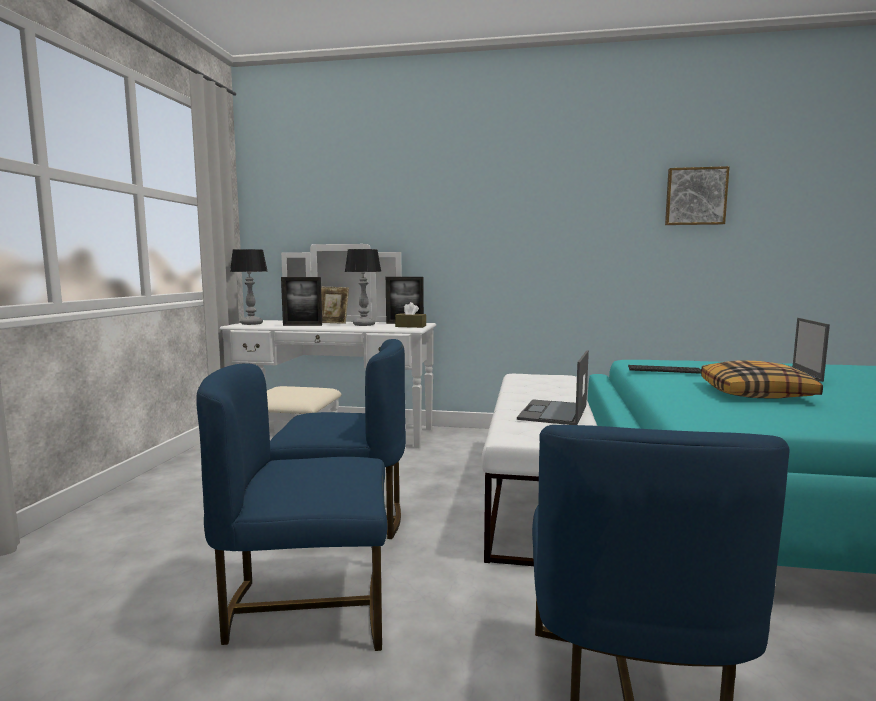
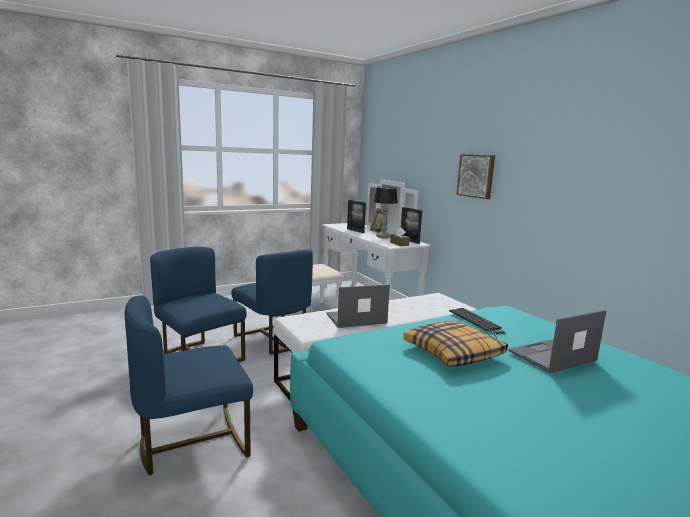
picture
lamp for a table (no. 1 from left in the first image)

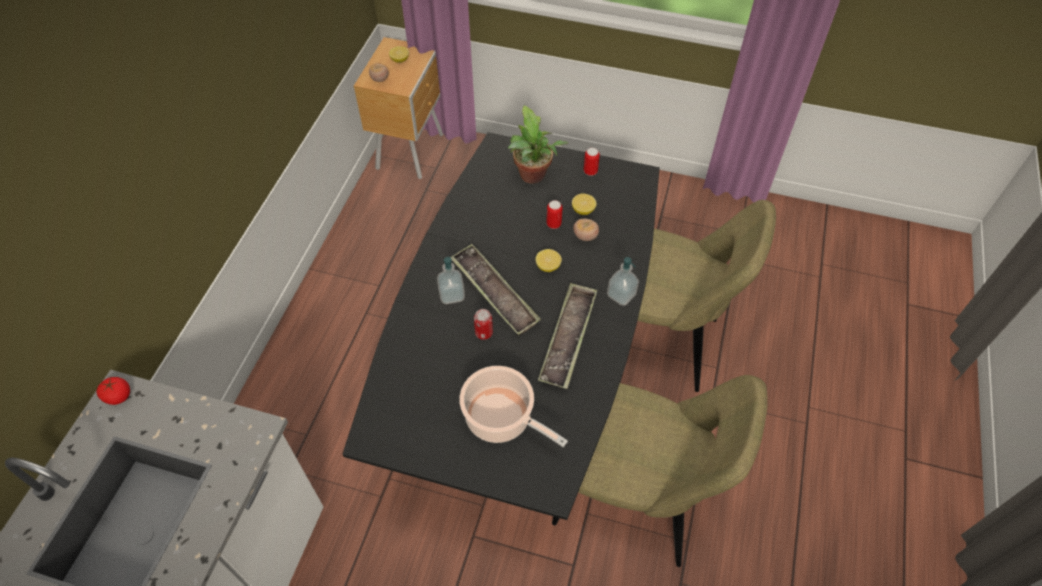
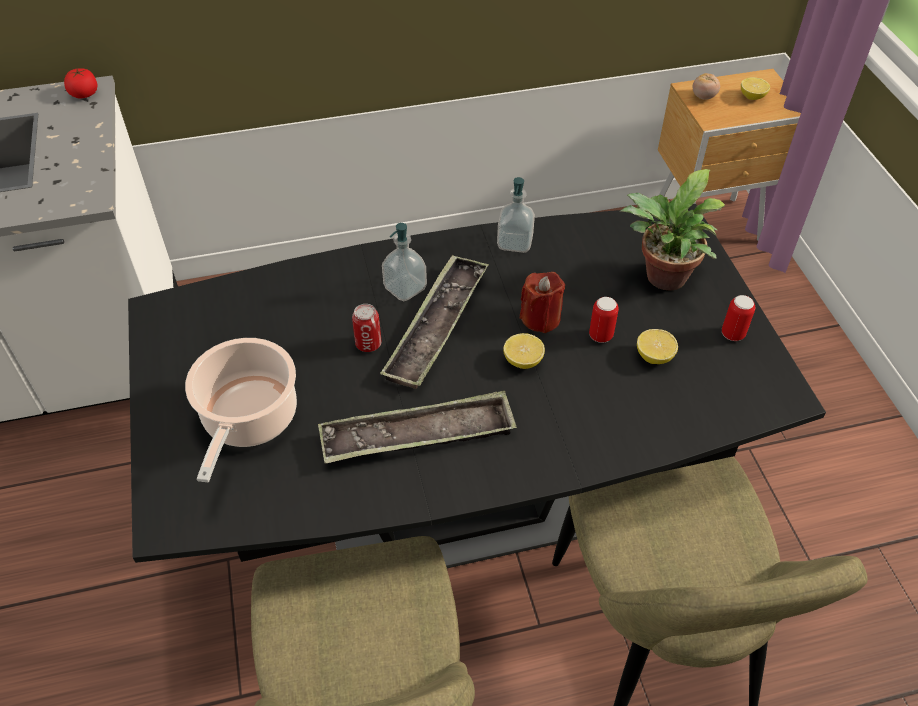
soap dispenser (no. 2 from left)
red candle
tomato (no. 3 from left in the first image)

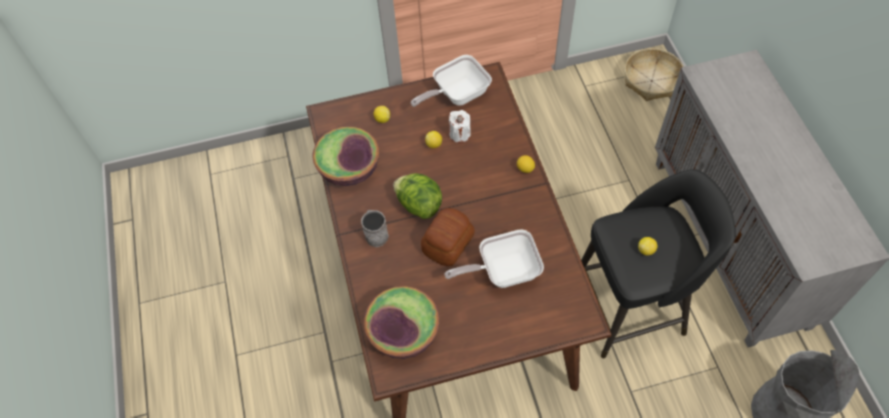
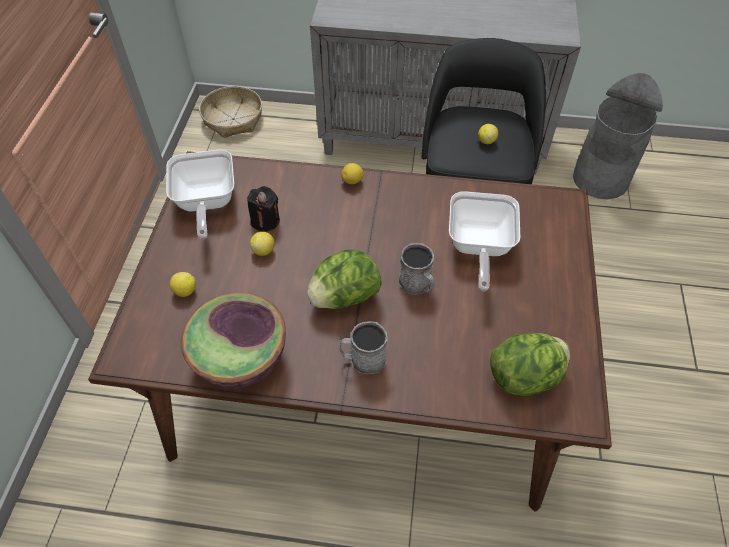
black-coloured candle
grey coffee mug (no. 2 from left)
head of lettuce (no. 2 from left)

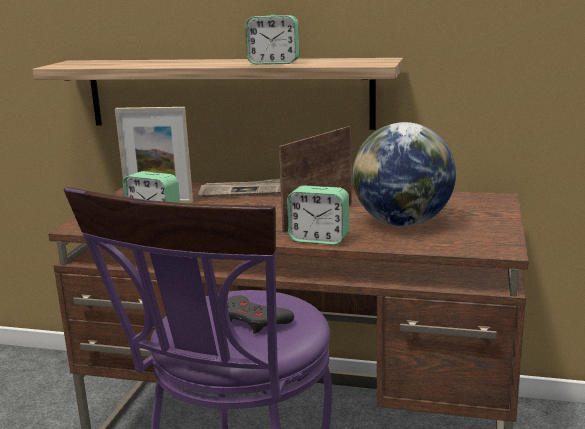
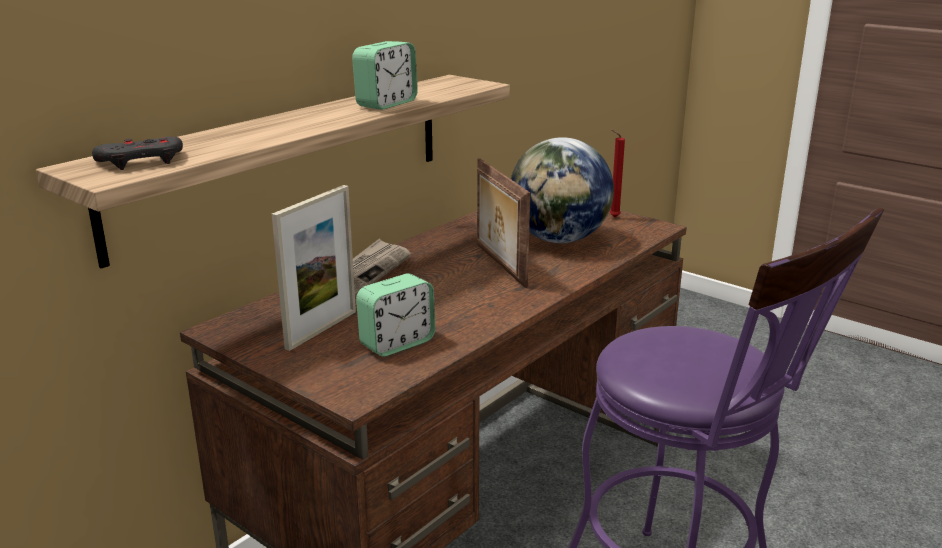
grey joypad
red candle
bedside clock (no. 3 from left in the first image)

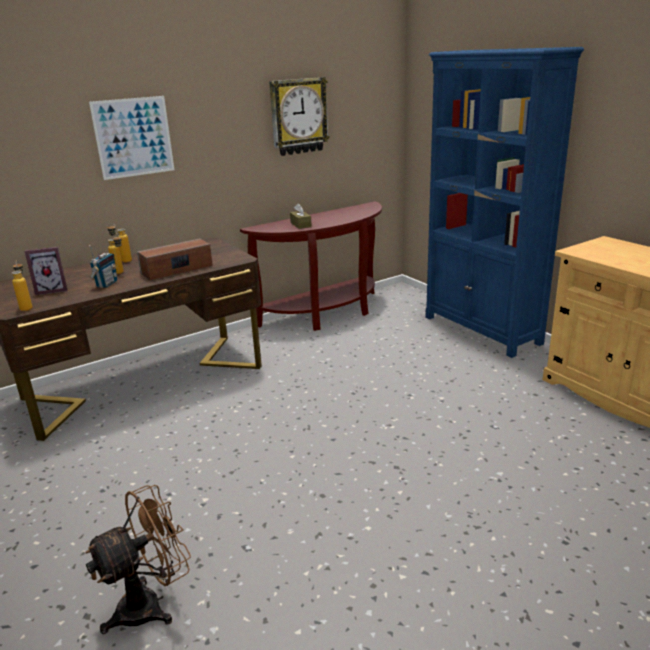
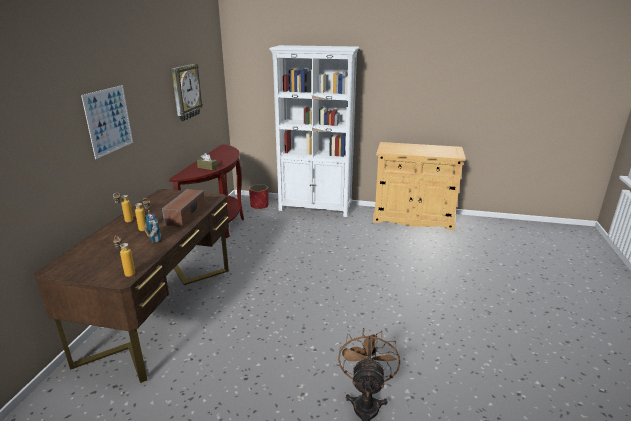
red plant pot
whitish bookcase
picture frame

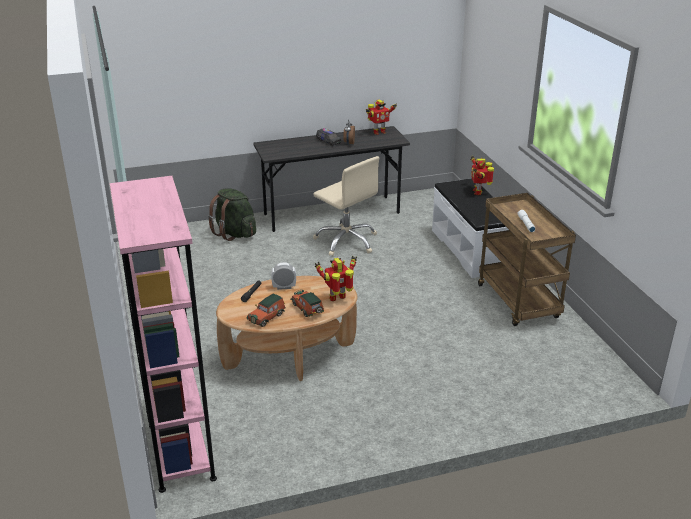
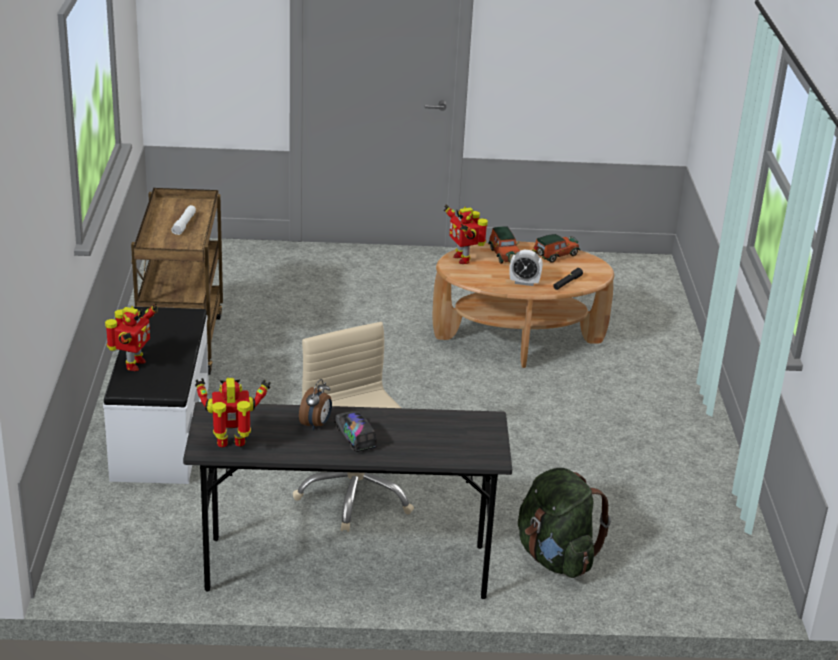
toy robot (no. 3 from left)
pinkish bookcase

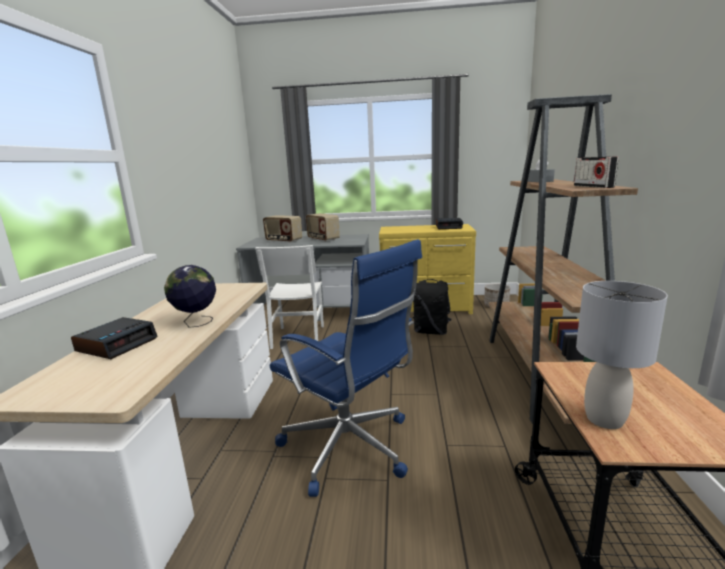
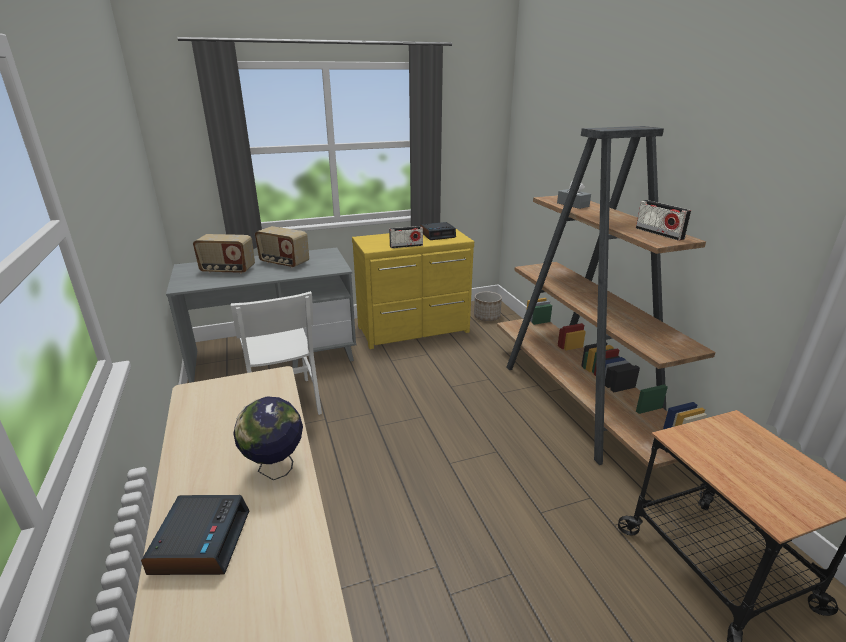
radio set (no. 3 from left)
blue-coloured office chair
black-coloured backpack
grey lamp for a table

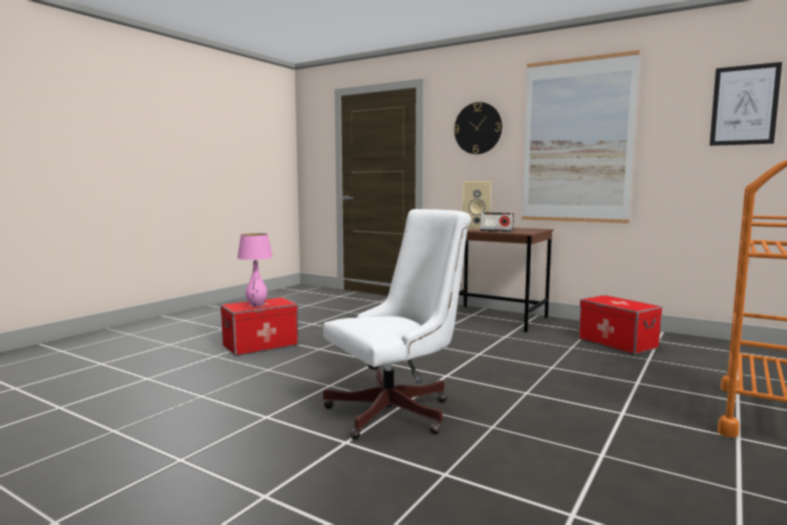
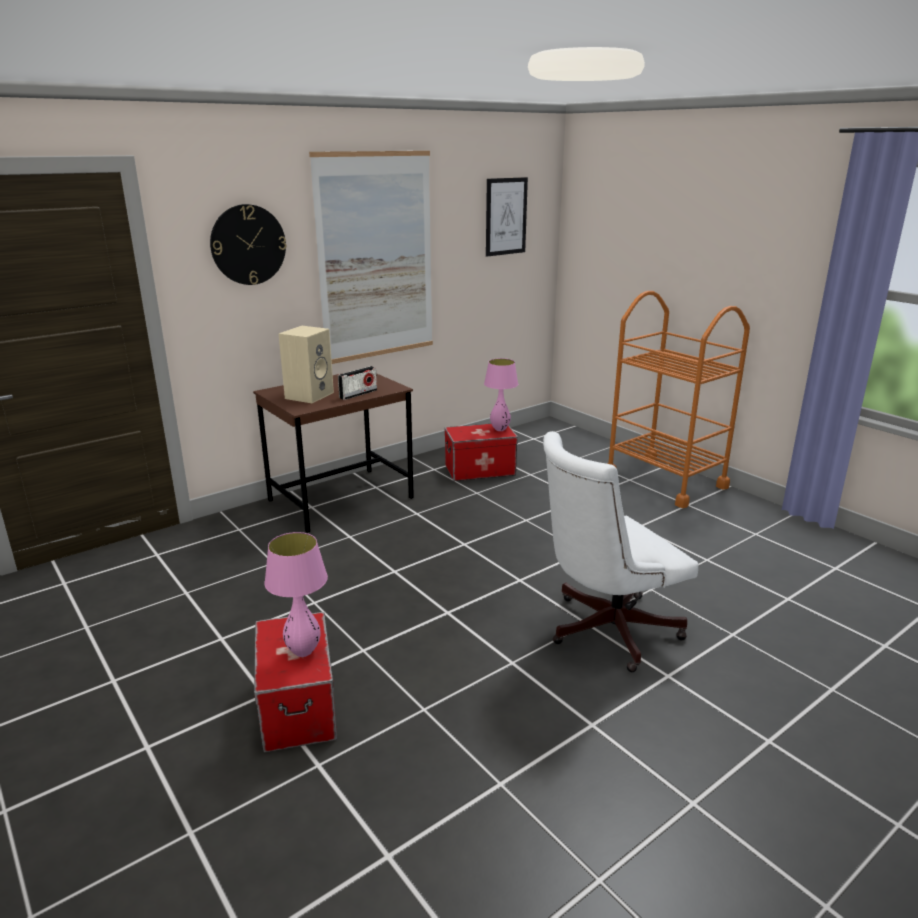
pinkish lamp for a table (no. 2 from left)
whitish office chair

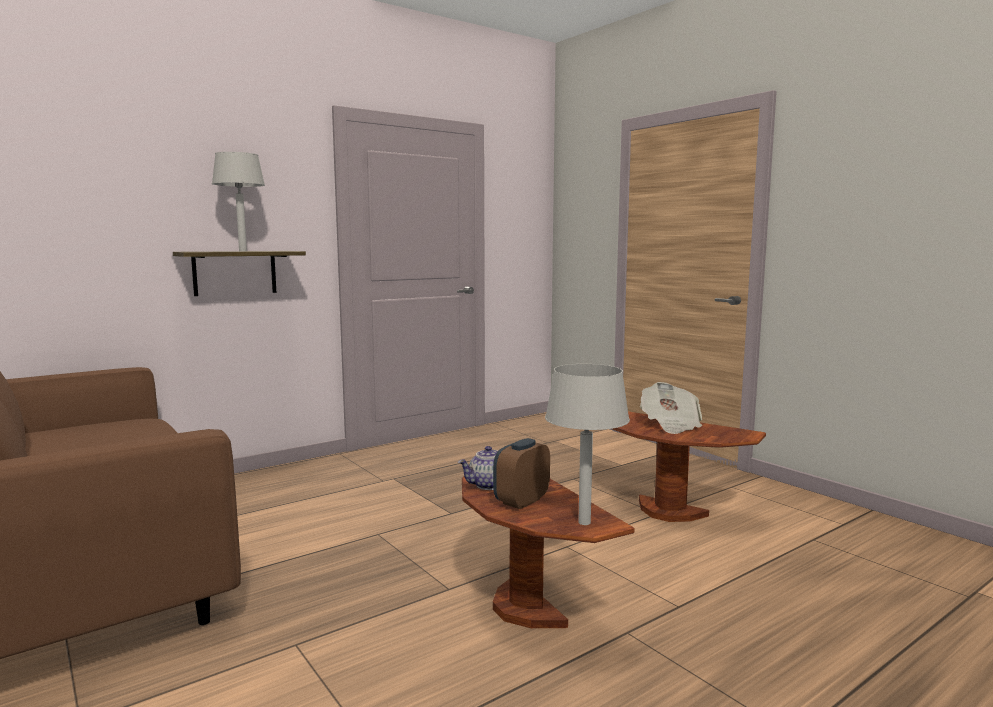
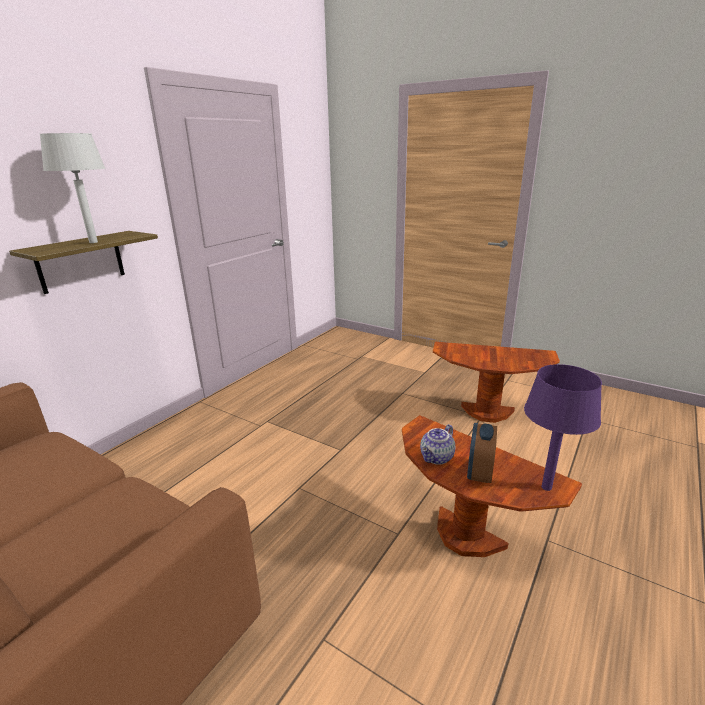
purplish lamp for a table
daily paper

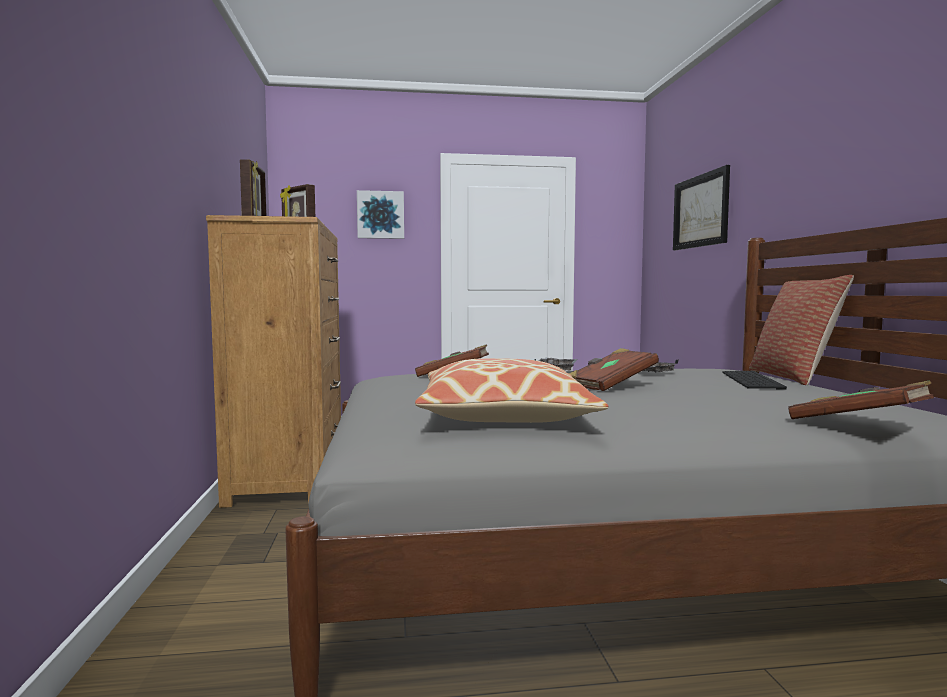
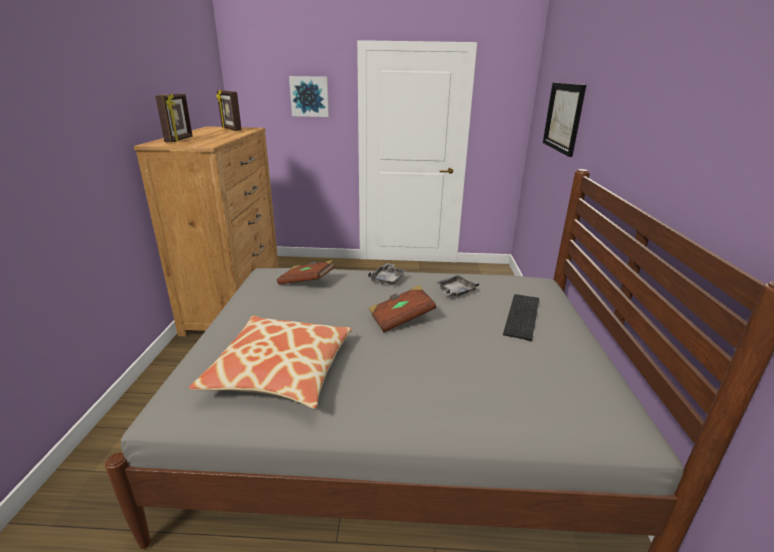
throw pillow (no. 2 from left in the first image)
brownish volume (no. 3 from left in the first image)

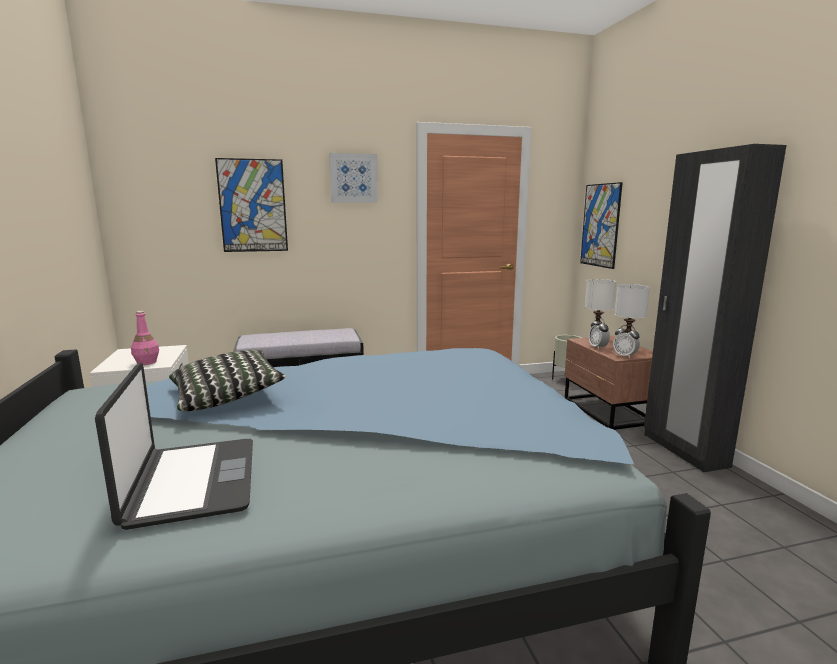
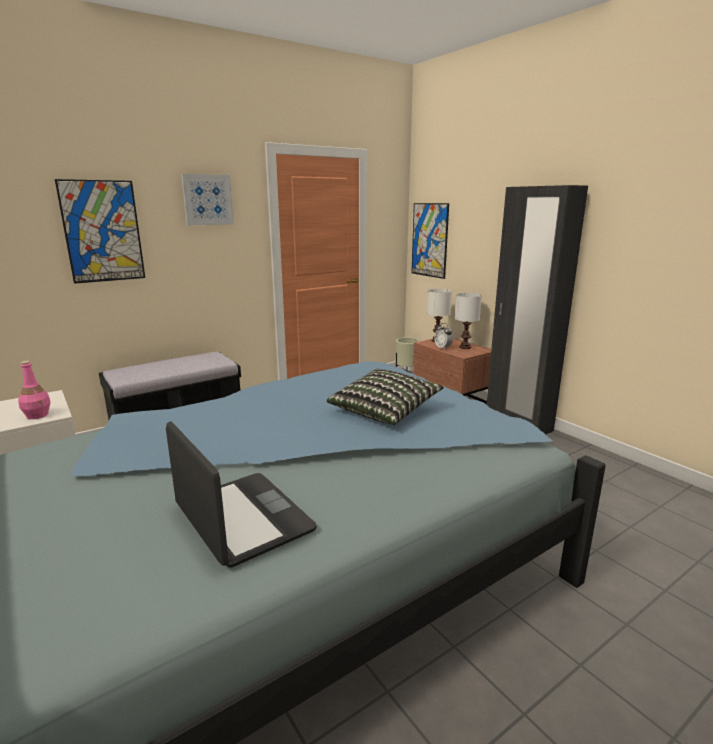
throw pillow
bedside clock (no. 2 from left in the first image)

